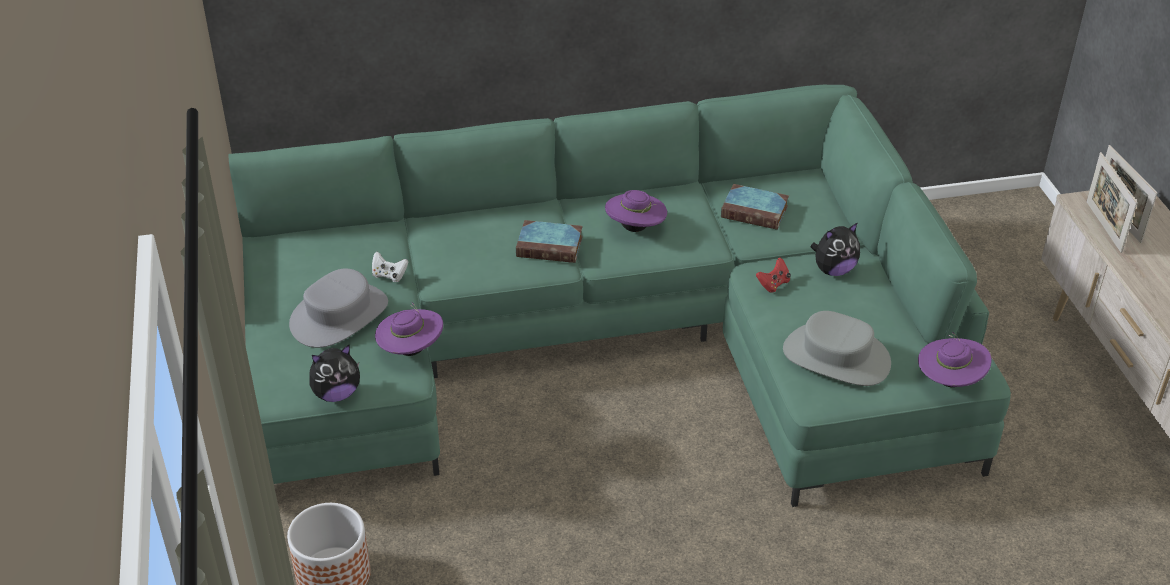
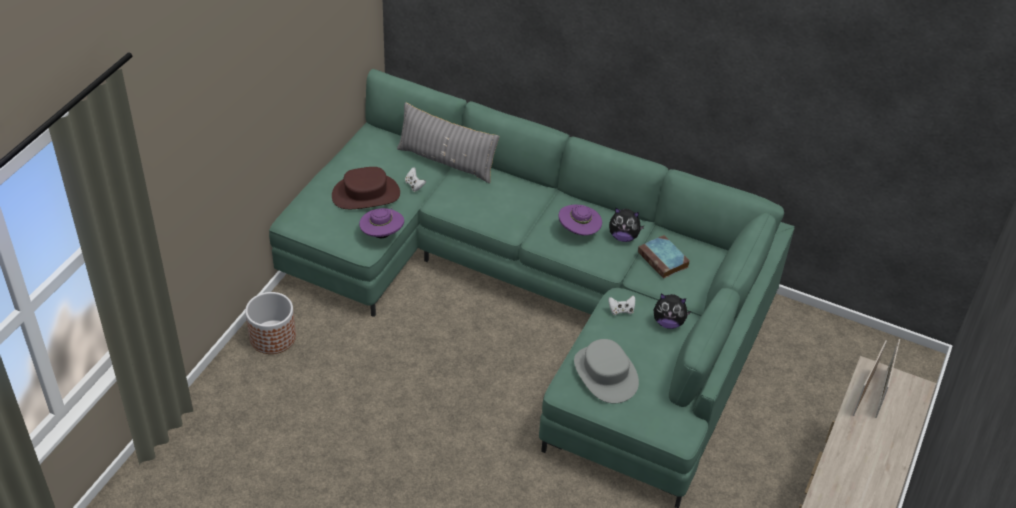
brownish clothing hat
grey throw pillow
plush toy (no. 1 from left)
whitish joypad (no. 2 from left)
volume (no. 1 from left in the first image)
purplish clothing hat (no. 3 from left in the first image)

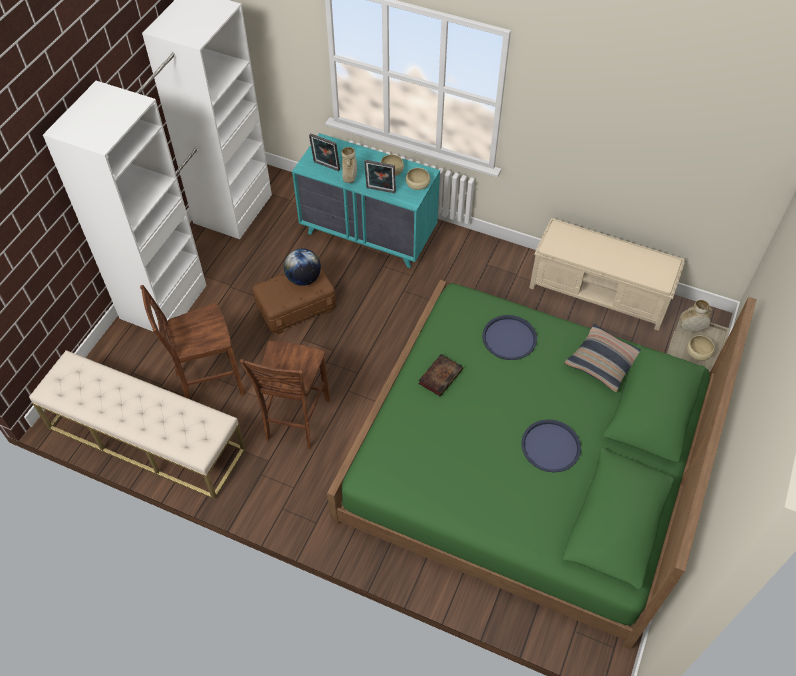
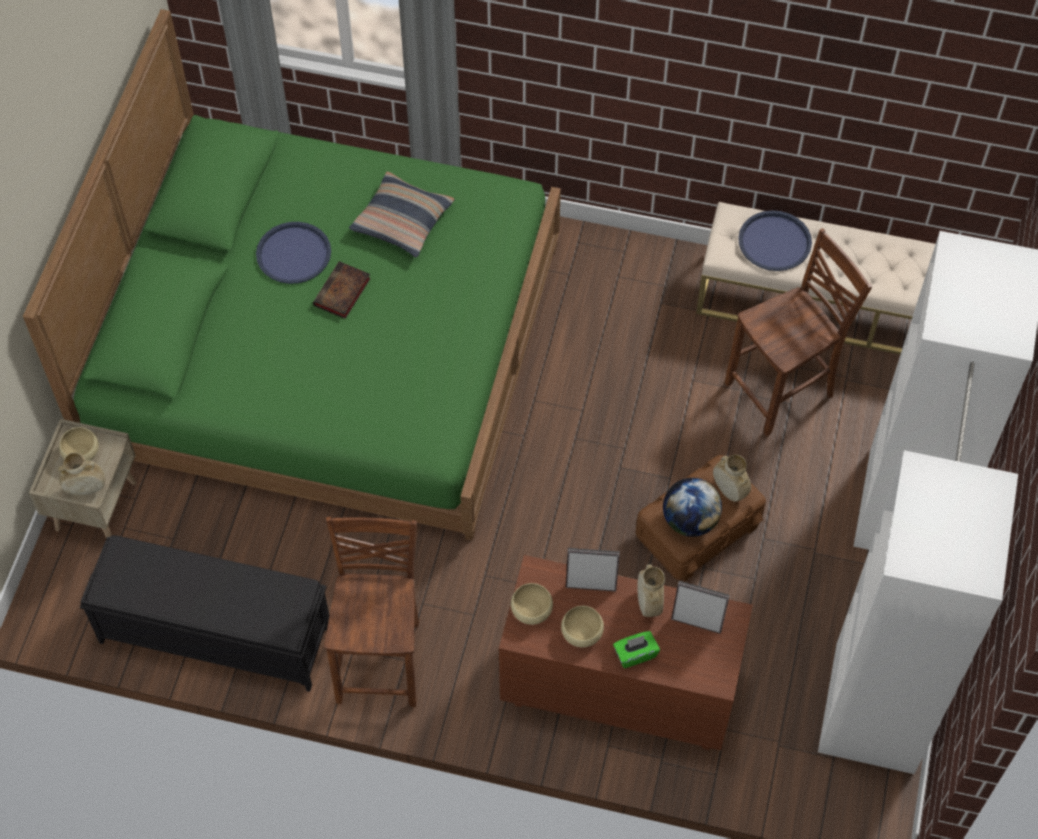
black-coloured indoor bench
volume
brownish plain chair (no. 1 from left)
throw pillow
brownish dresser
green tissue box
beige-coloured decorative vase (no. 3 from left)
blue-coloured tray (no. 2 from left)

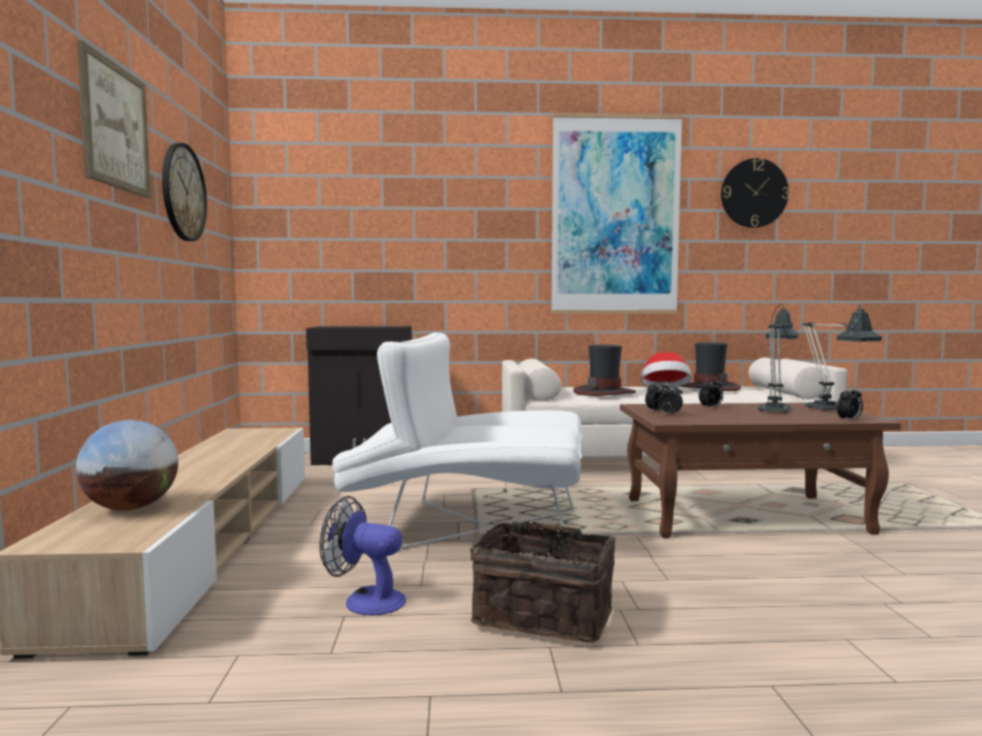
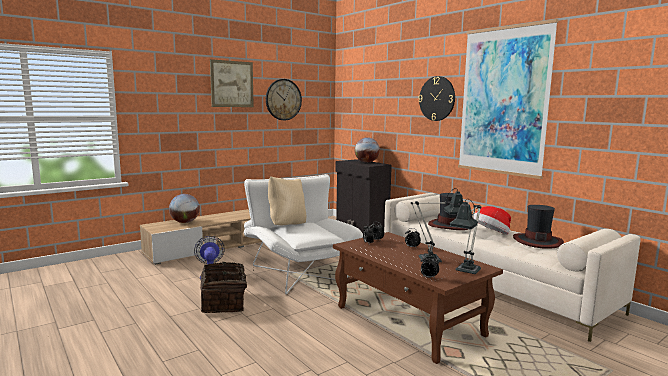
beige-coloured throw pillow
world globe (no. 2 from left)
wall clock (no. 2 from left)

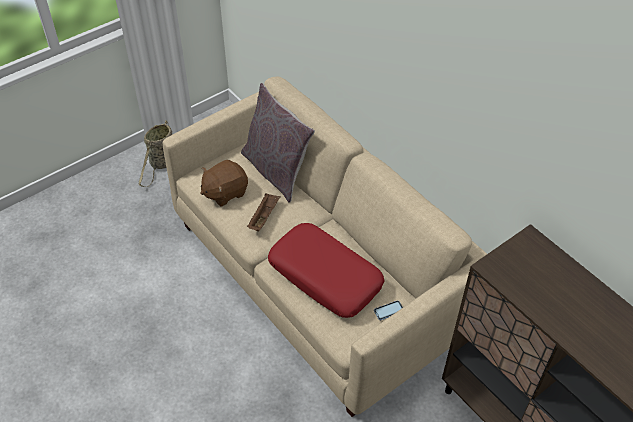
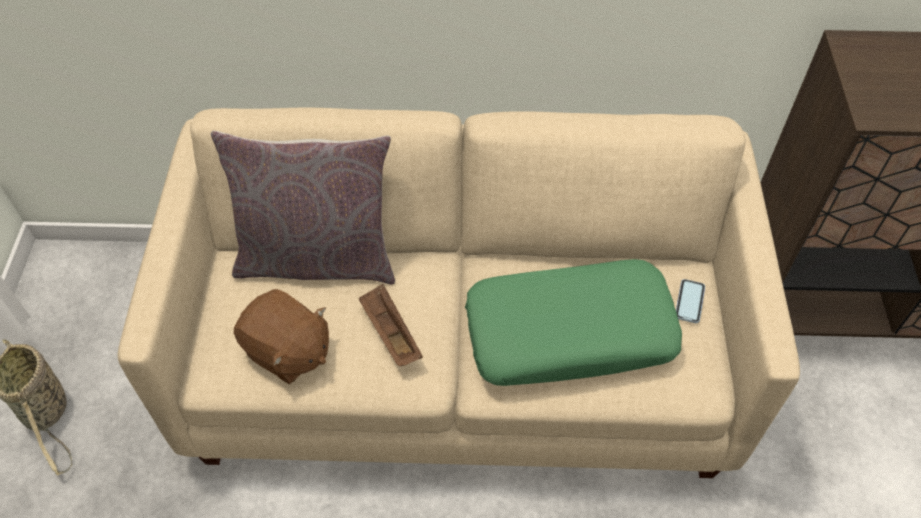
brownish plush toy
green throw pillow

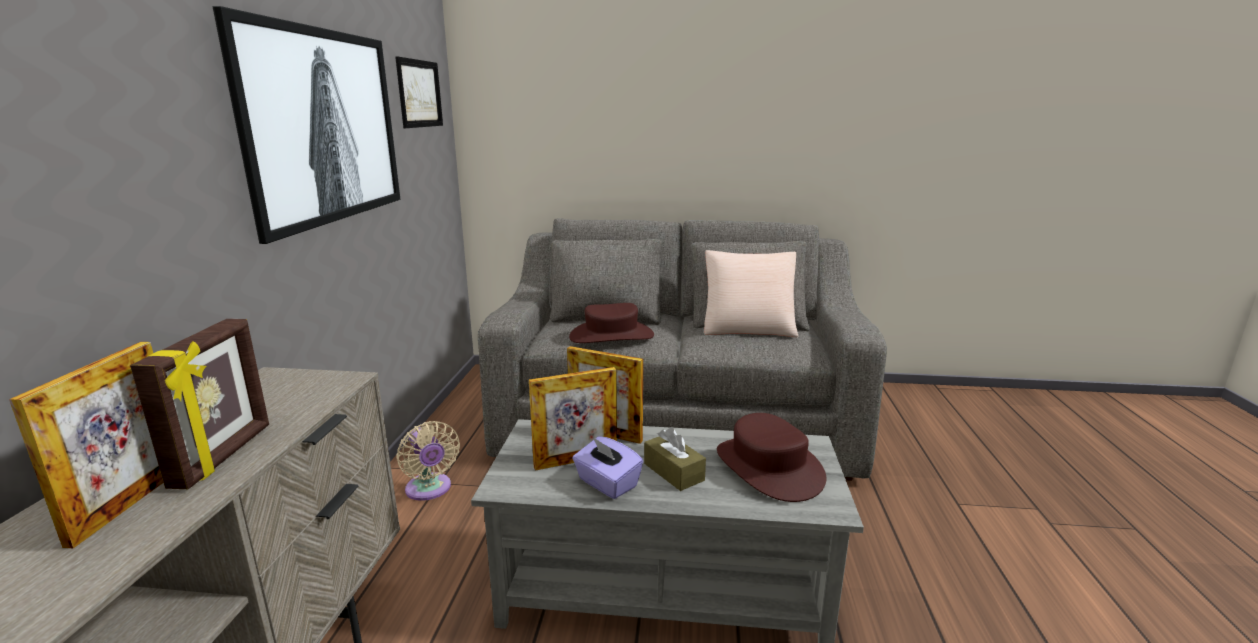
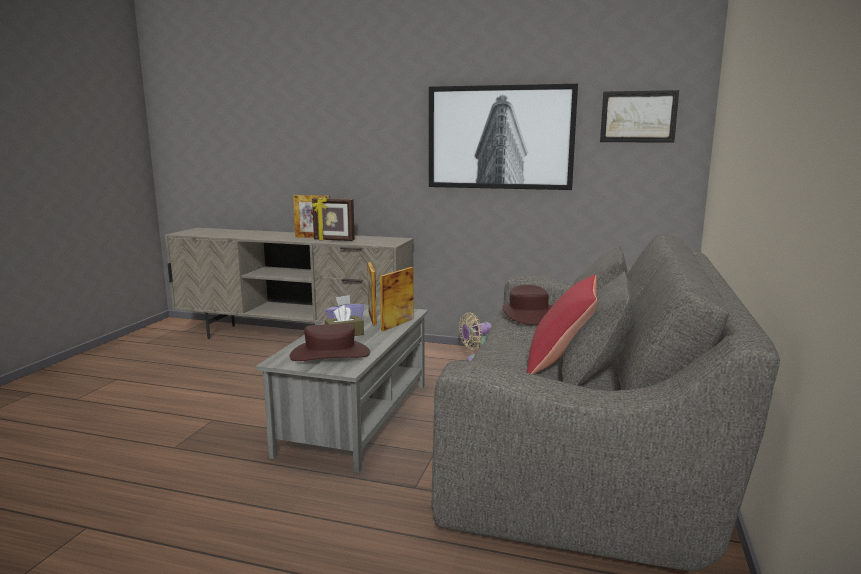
red throw pillow

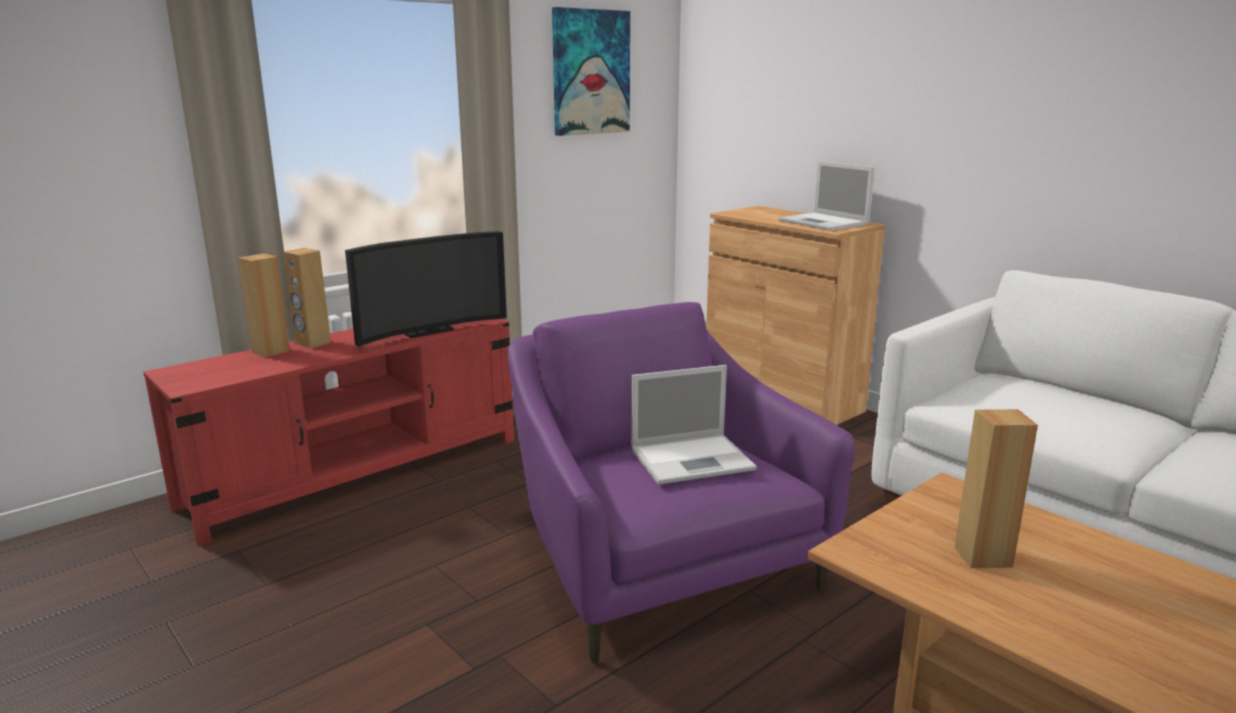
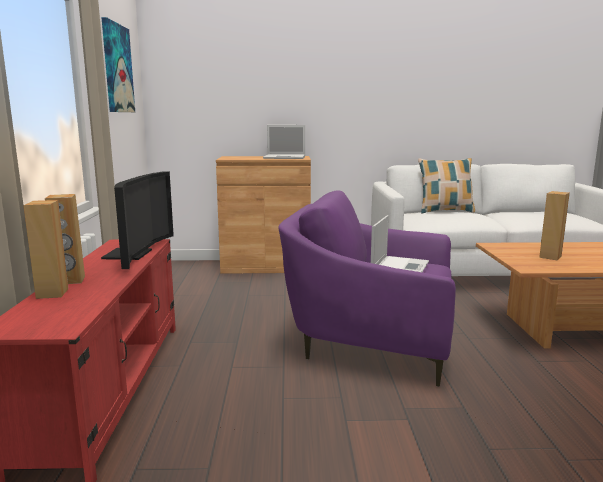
throw pillow

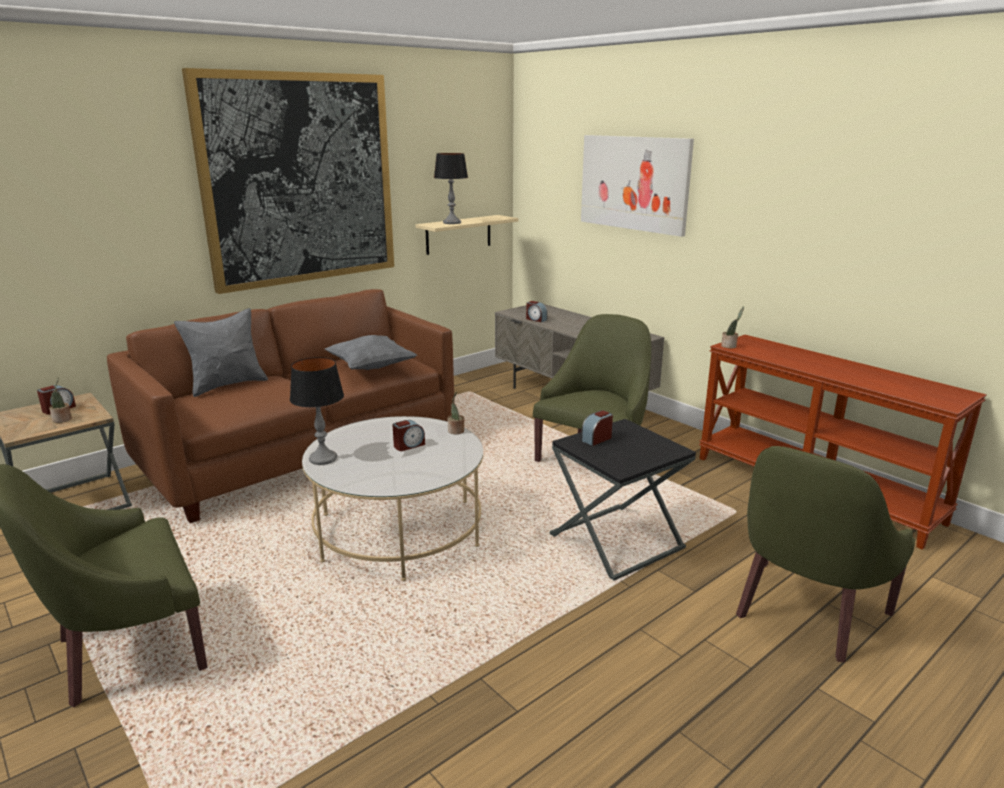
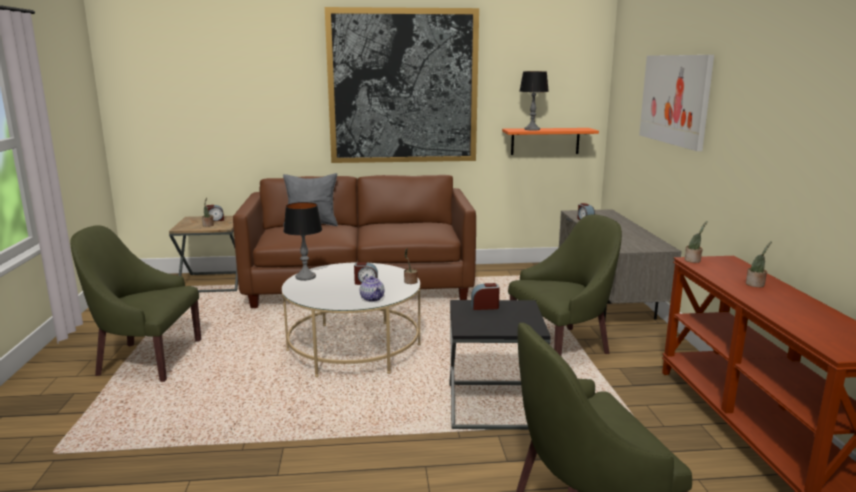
teapot
orange-coloured wall shelf
houseplant (no. 4 from left)
grey throw pillow (no. 2 from left in the first image)

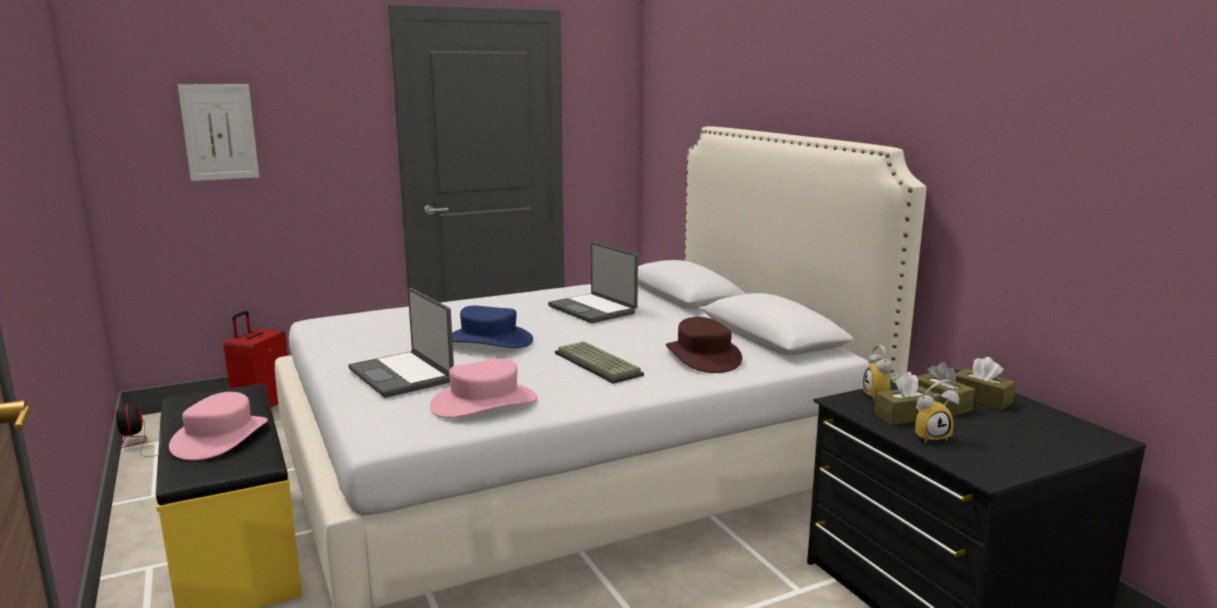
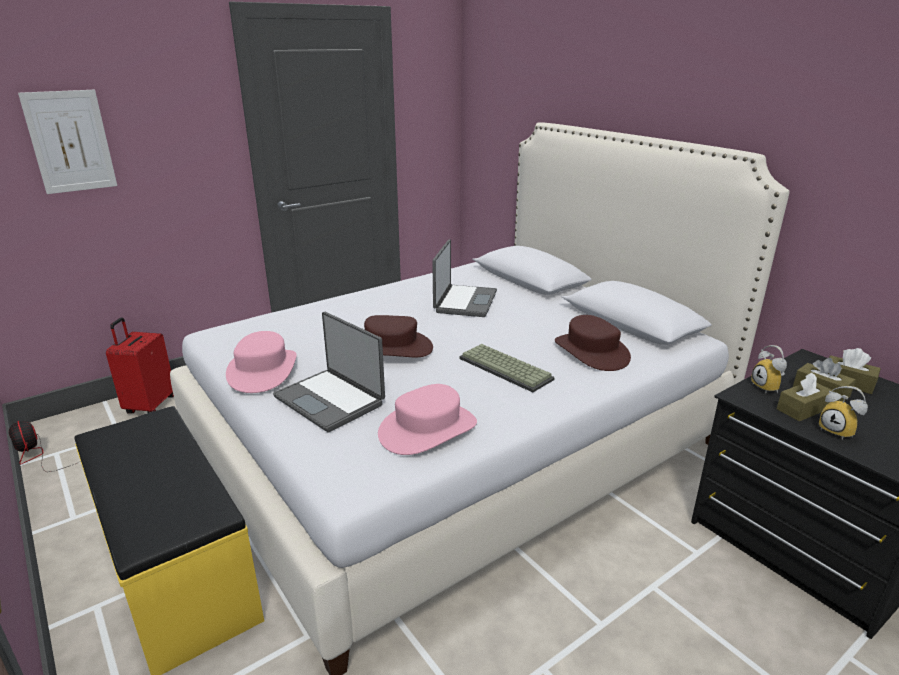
pinkish clothing hat (no. 1 from left)
brownish clothing hat (no. 1 from left)
laptop (no. 2 from left)
bedside clock (no. 2 from left)

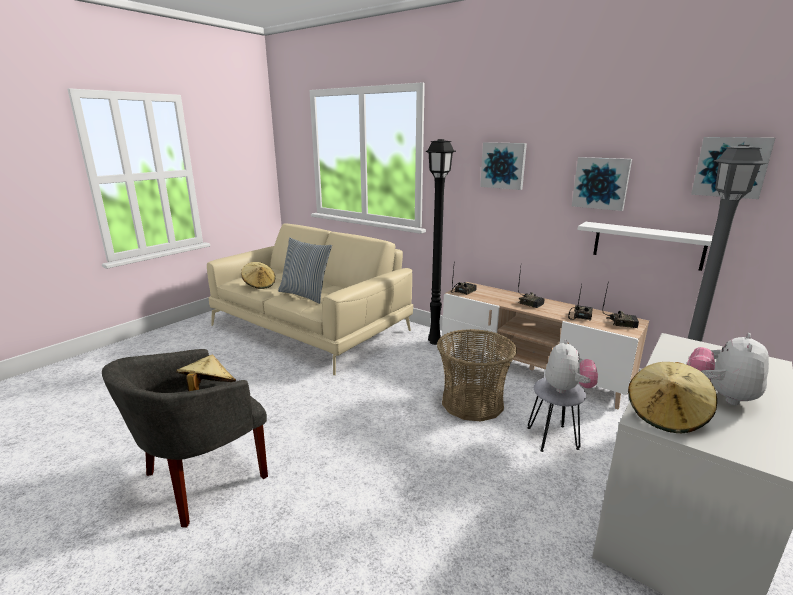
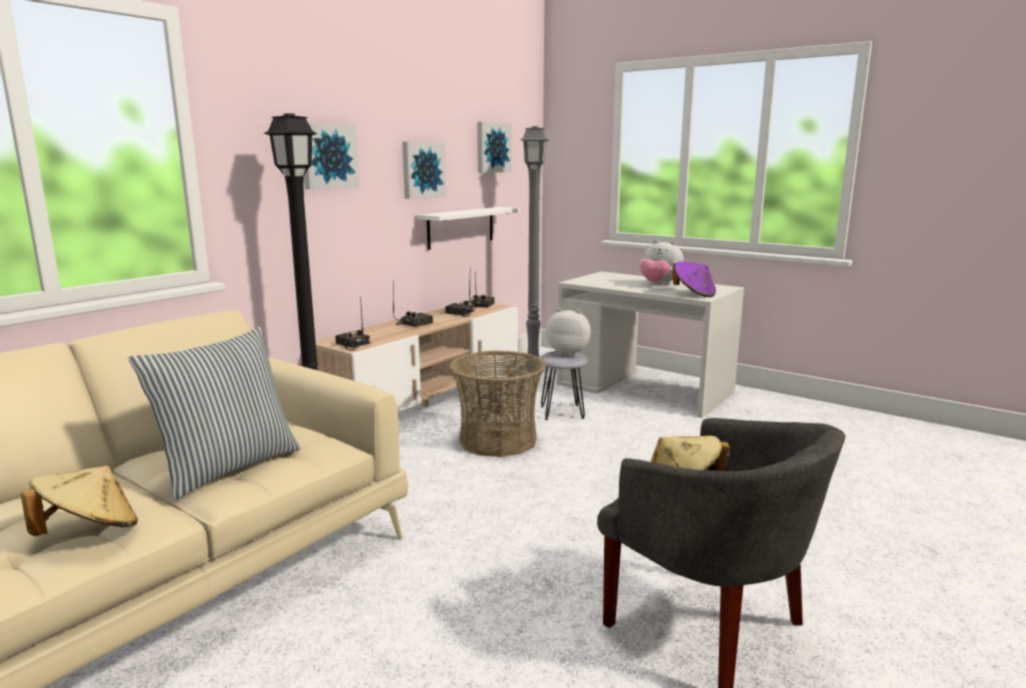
purplish clothing hat

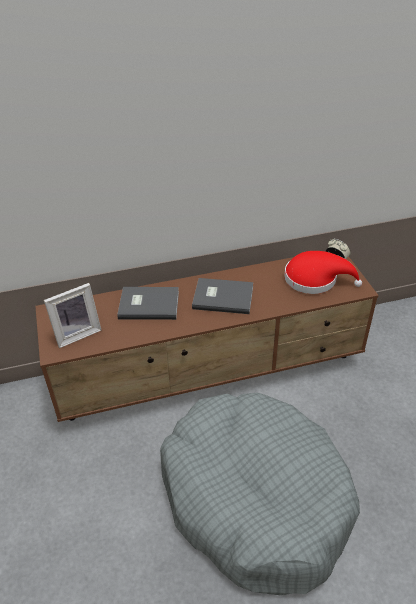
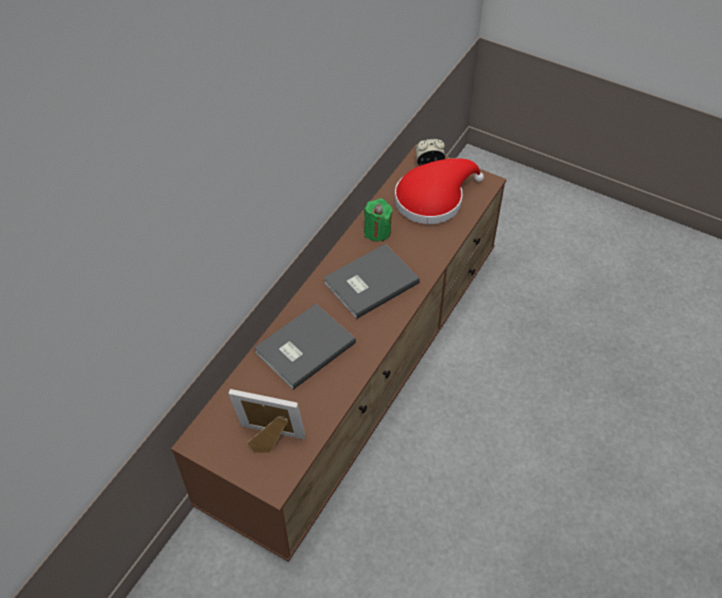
picture frame
green candle
grey pet bed

